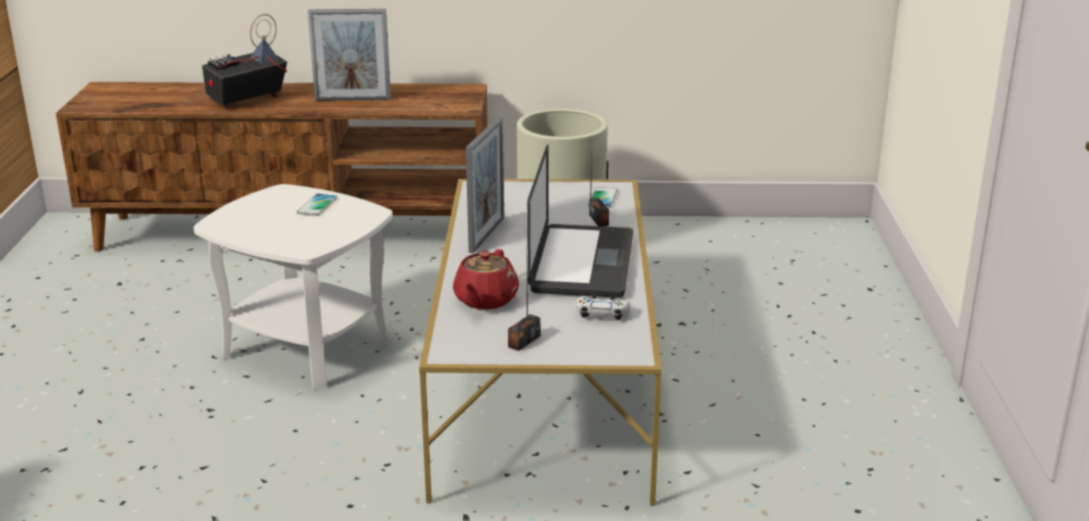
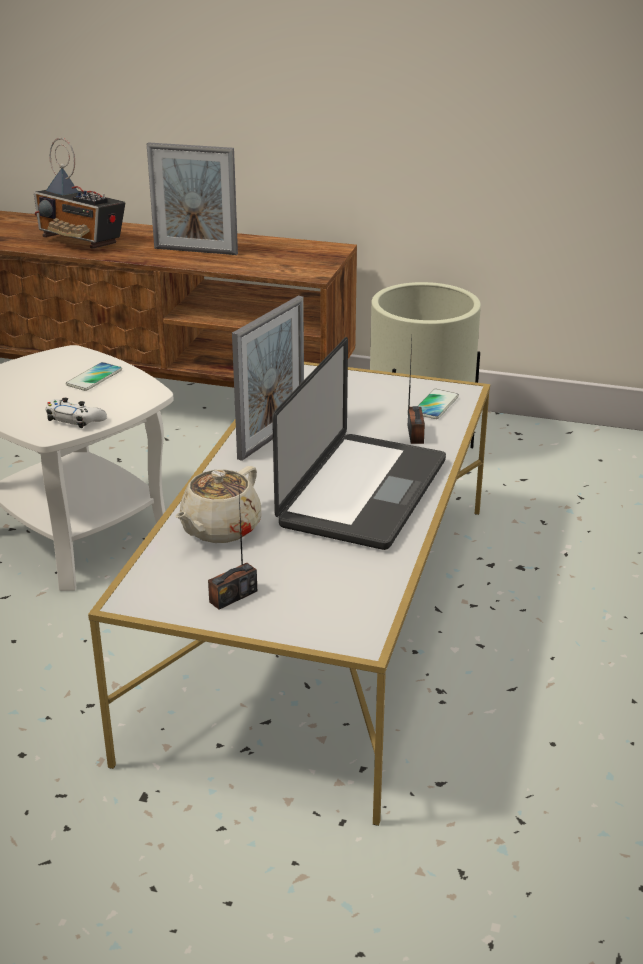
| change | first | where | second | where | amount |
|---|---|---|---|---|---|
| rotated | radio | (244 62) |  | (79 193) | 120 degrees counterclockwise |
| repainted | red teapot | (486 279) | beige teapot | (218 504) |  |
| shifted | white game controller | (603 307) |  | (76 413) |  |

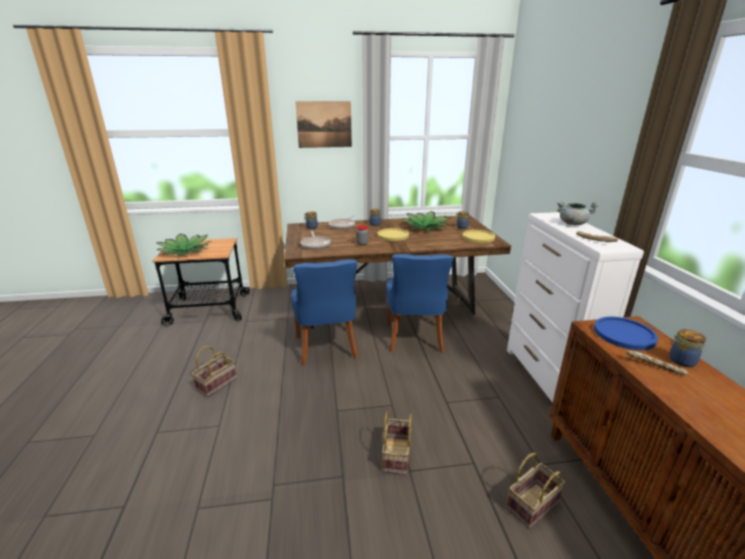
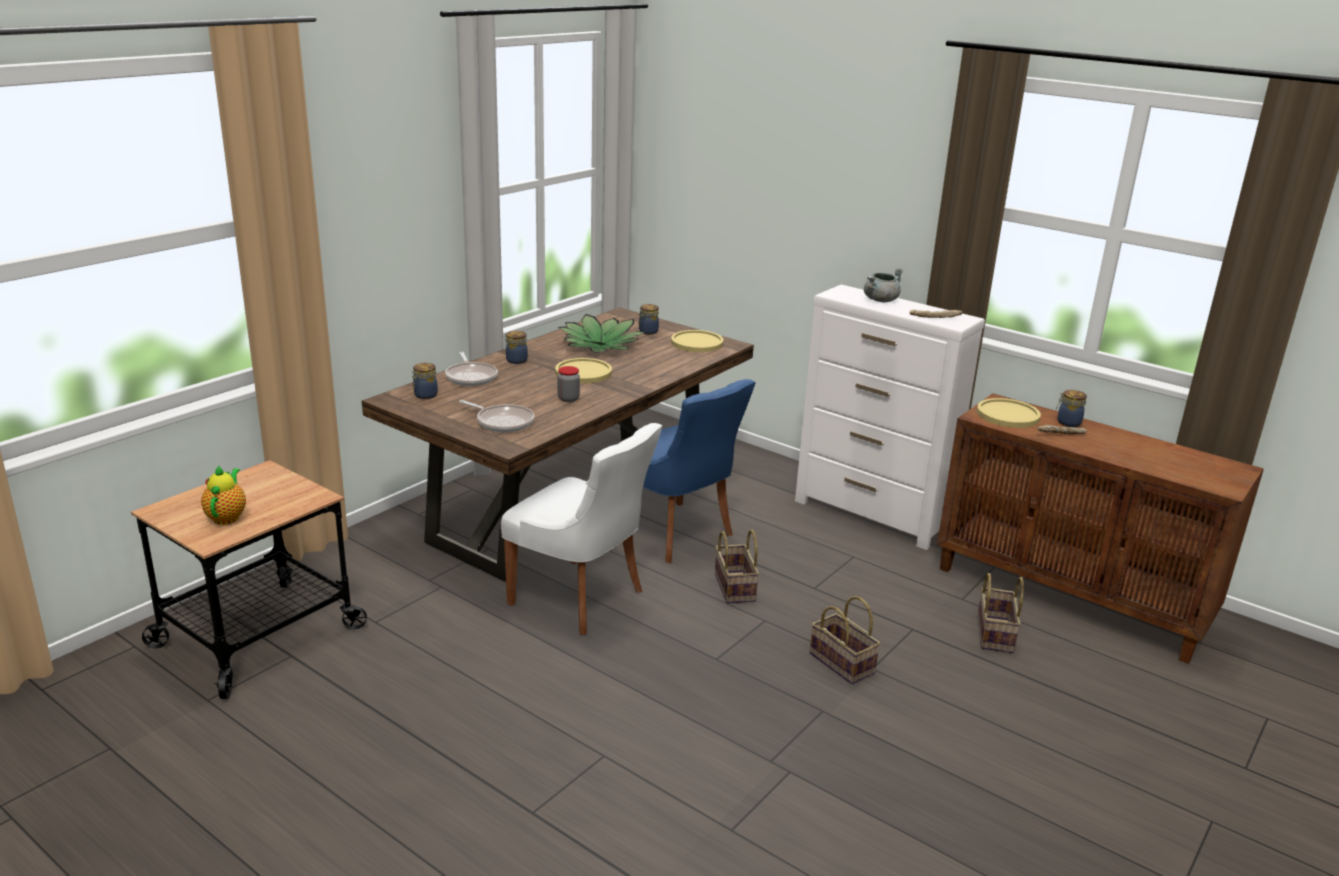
| change | first | where | second | where | amount |
|---|---|---|---|---|---|
| swapped | potted plant | (183 245) | teapot | (223 495) |  |
| shifted | basket | (214 371) |  | (737 567) |  |
| repainted | blue chair | (324 313) | white chair | (581 529) |  |
| gone | picture | (324 124) |  |  |  |
| repainted | blue plate | (626 333) | yellow plate | (1009 413) |  |

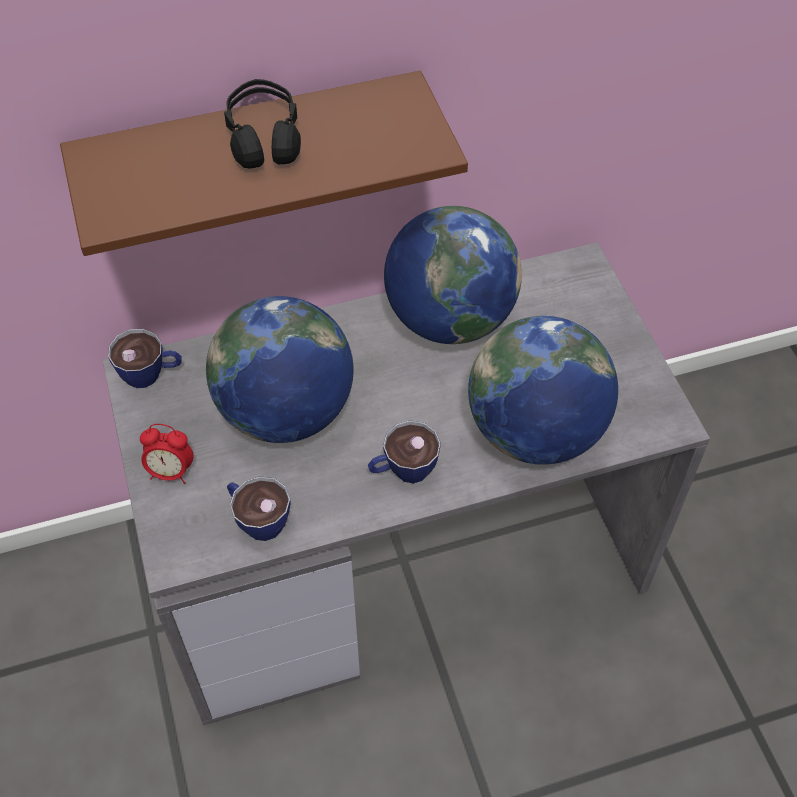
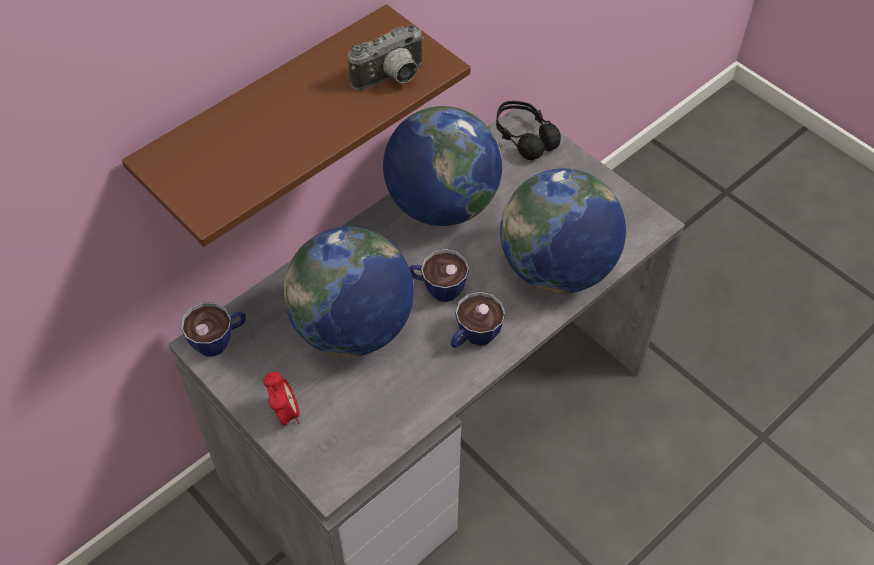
| change | first | where | second | where | amount |
|---|---|---|---|---|---|
| rotated | alarm clock | (167 454) |  | (281 398) | 90 degrees counterclockwise |
| shifted | black headphones | (262 124) |  | (528 130) |  |
| shifted | cup | (259 508) |  | (439 275) |  |
| new |  |  | photo camera | (386 57) |  |

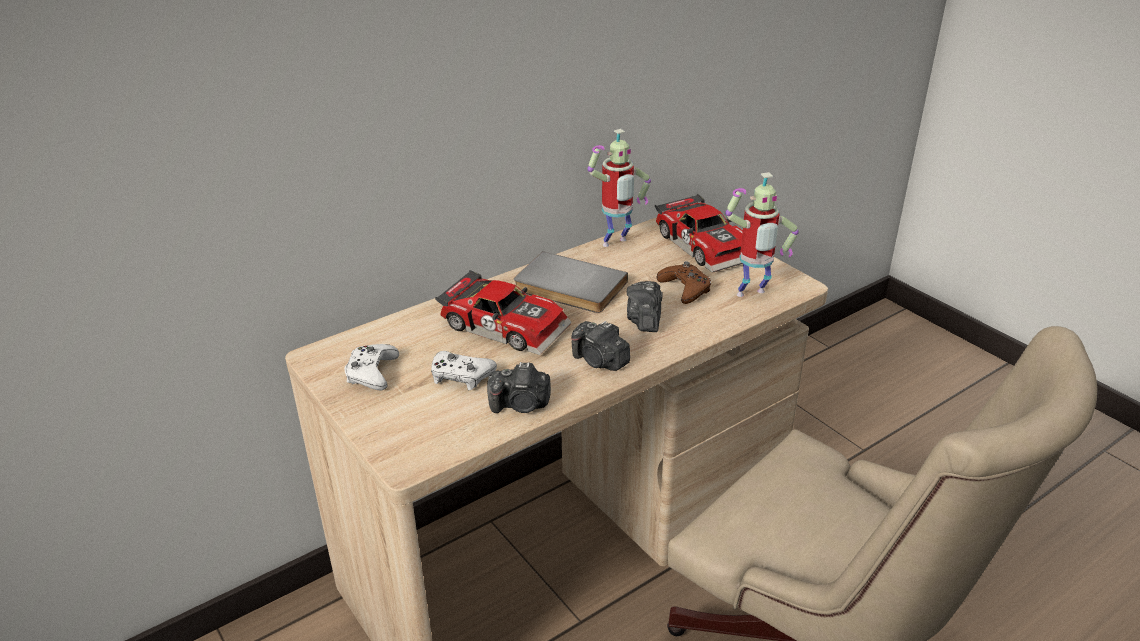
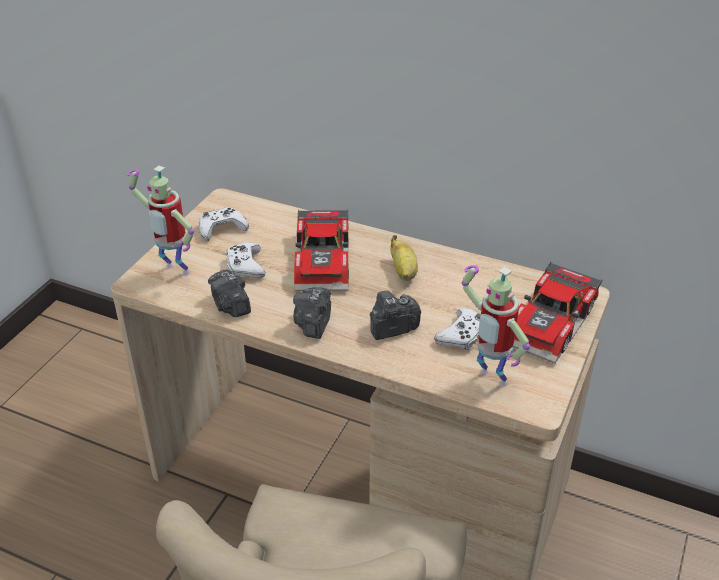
| change | first | where | second | where | amount |
|---|---|---|---|---|---|
| swapped | grey book | (571 282) | banana | (404 258) |  |
| shifted | toy robot | (619 188) |  | (160 220) |  |
| repainted | brown game controller | (684 282) | white game controller | (457 329) |  |

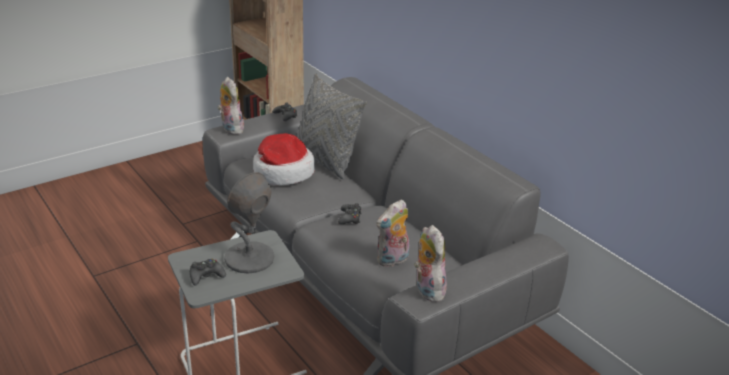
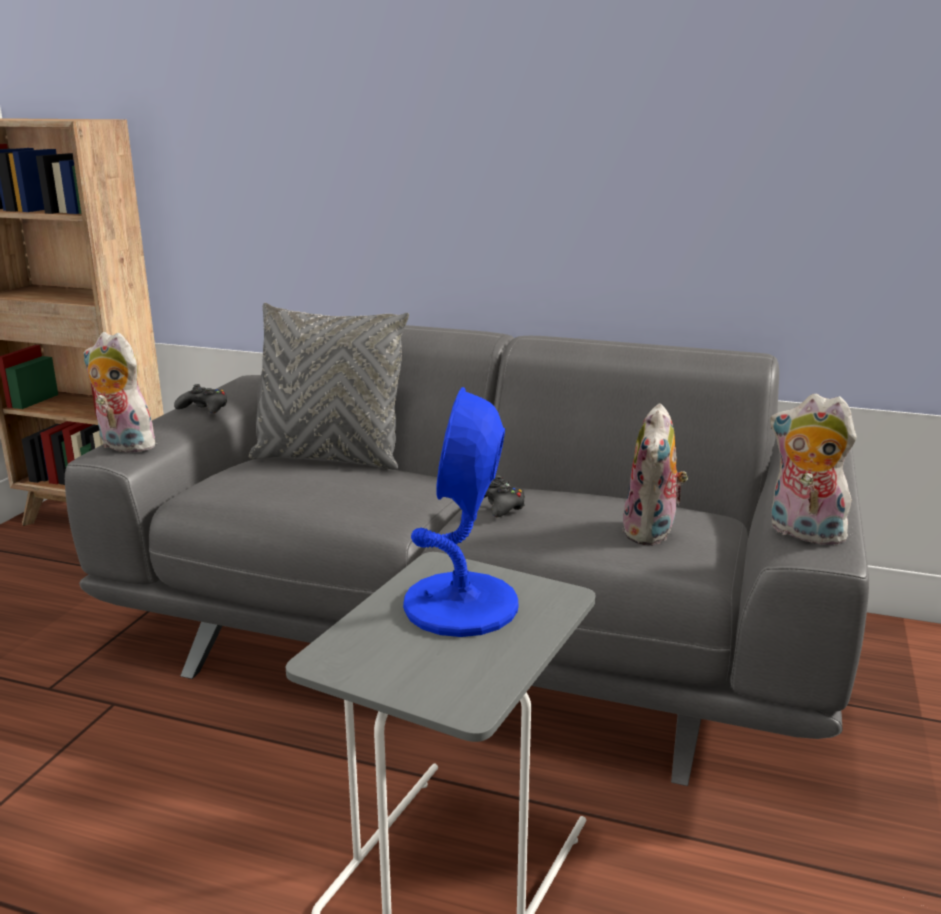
| change | first | where | second | where | amount |
|---|---|---|---|---|---|
| gone | black game controller | (208 272) |  |  |  |
| repainted | grey table lamp | (249 223) | blue table lamp | (461 512) |  |
| gone | hat | (284 159) |  |  |  |

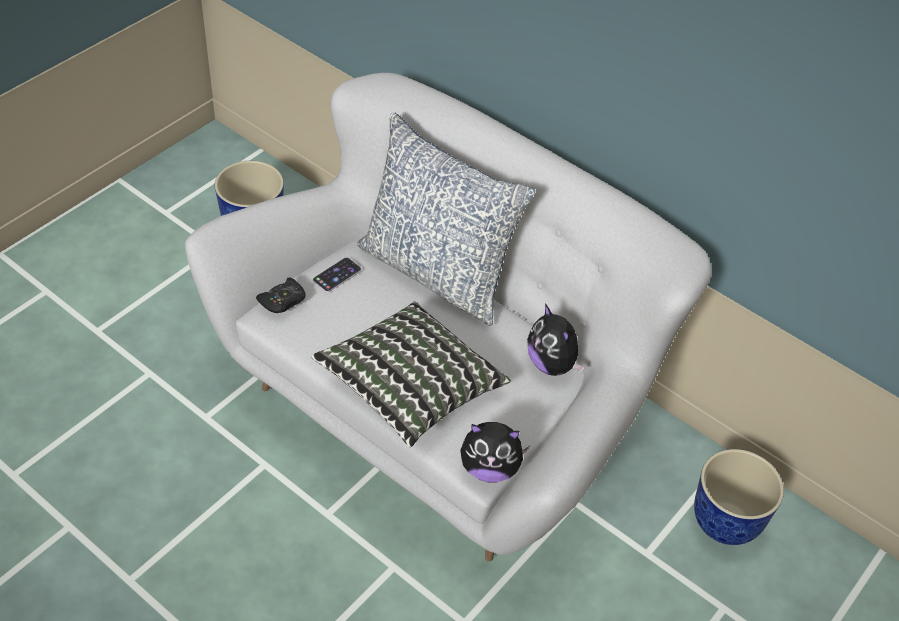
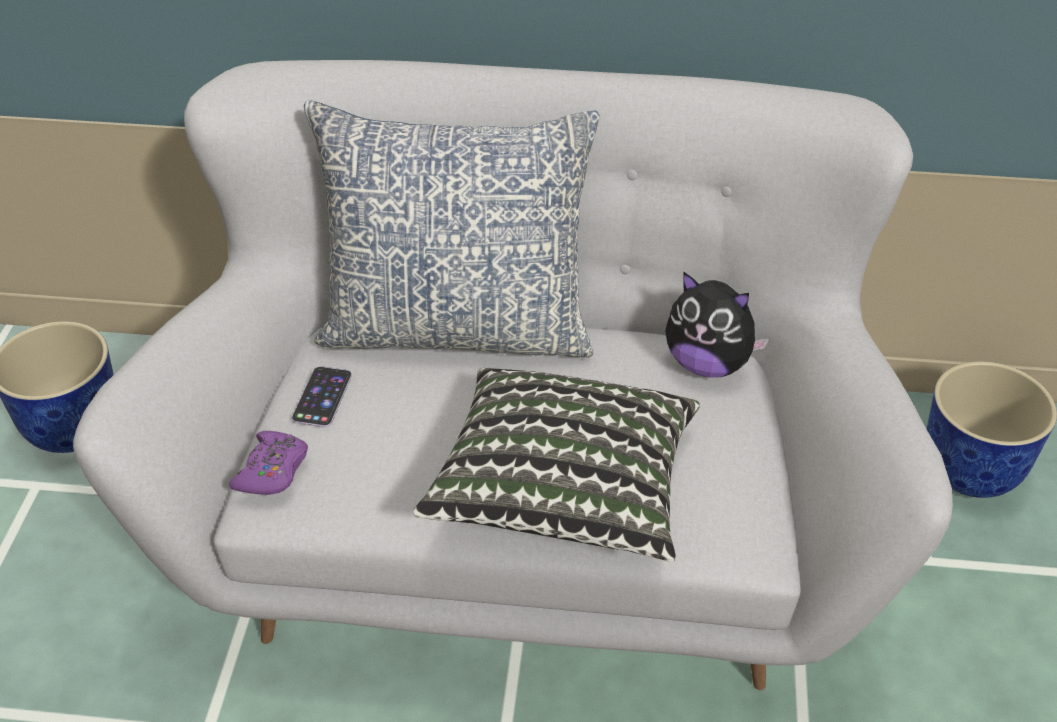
| change | first | where | second | where | amount |
|---|---|---|---|---|---|
| repainted | black game controller | (281 295) | purple game controller | (268 463) |  |
| gone | plush toy | (494 452) |  |  |  |

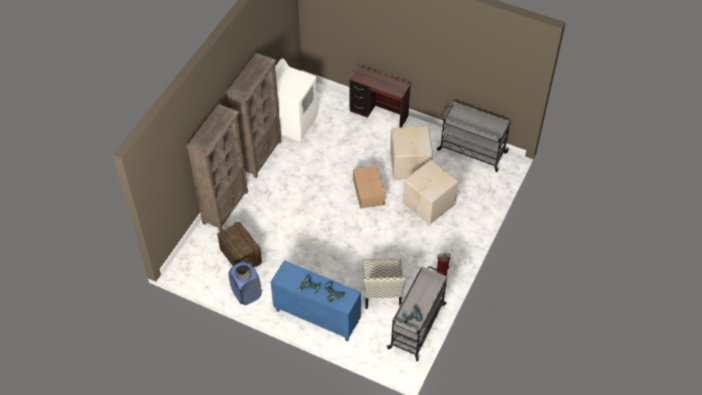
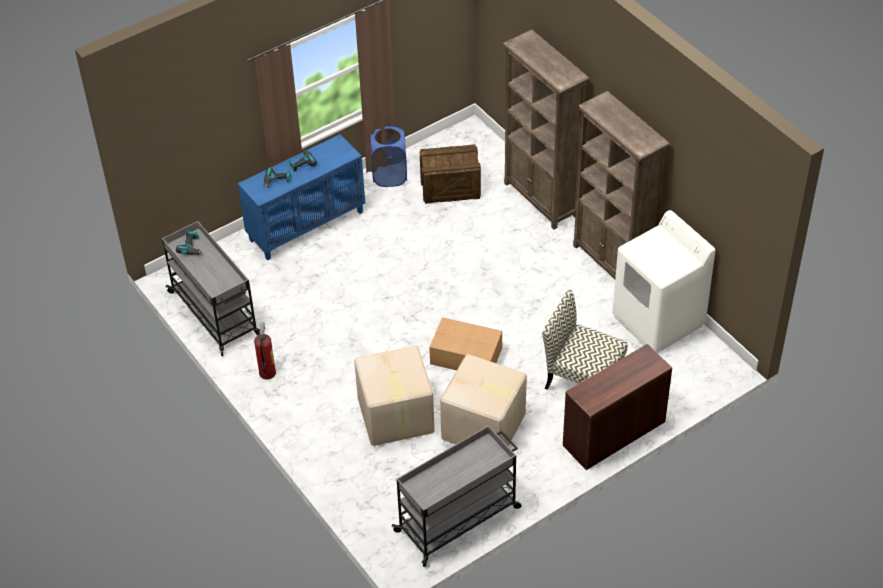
| change | first | where | second | where | amount |
|---|---|---|---|---|---|
| shifted | chair | (384 283) |  | (585 339) |  |

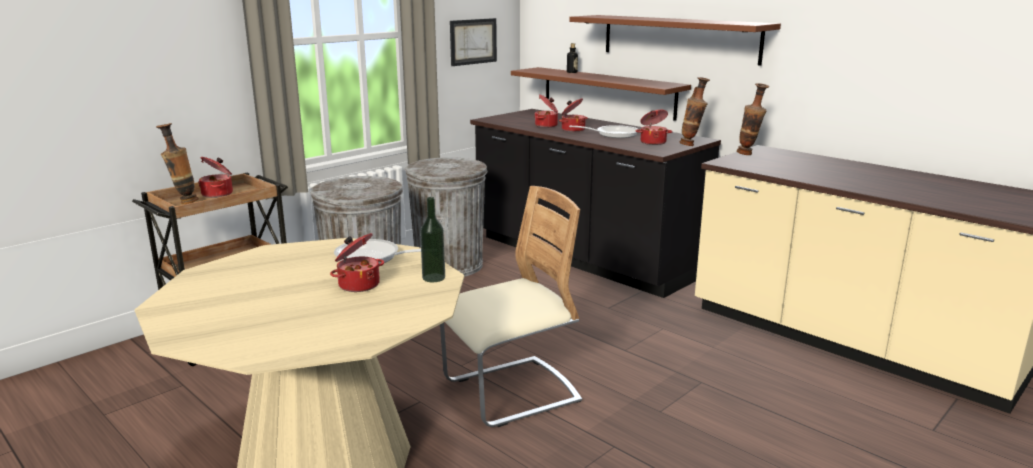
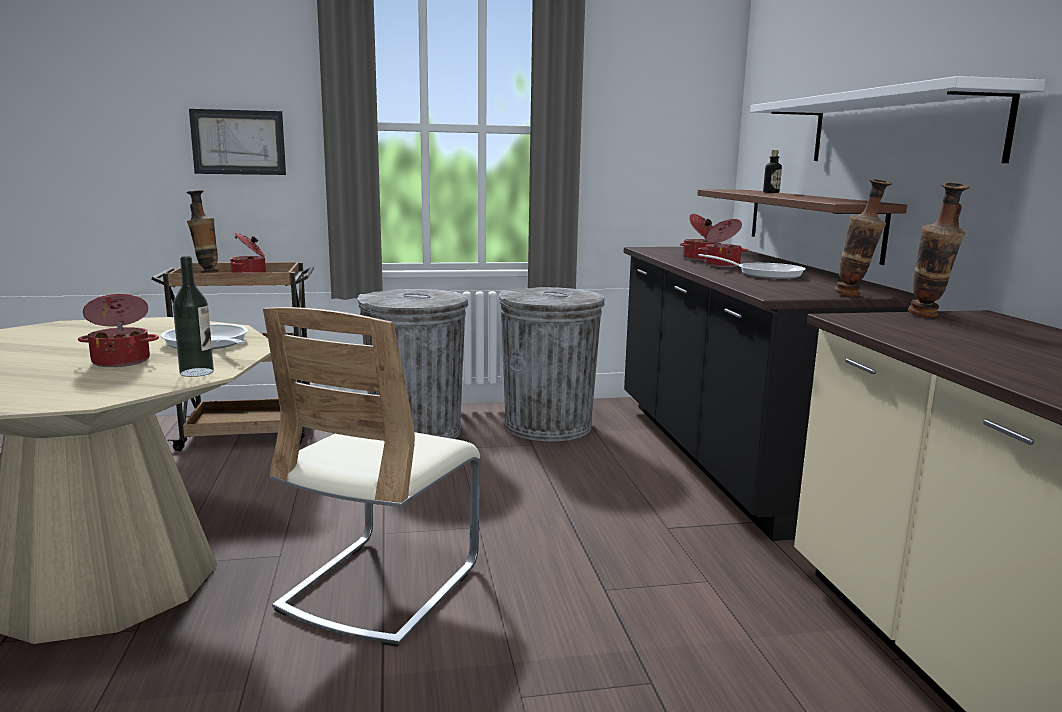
| change | first | where | second | where | amount |
|---|---|---|---|---|---|
| rotated | beige chair | (511 306) |  | (371 477) | 105 degrees clockwise |
| shifted | picture | (473 42) |  | (237 142) |  |
| repainted | brown shelf | (675 40) | white shelf | (898 119) |  |
| gone | cooking pot | (654 127) |  |  |  |

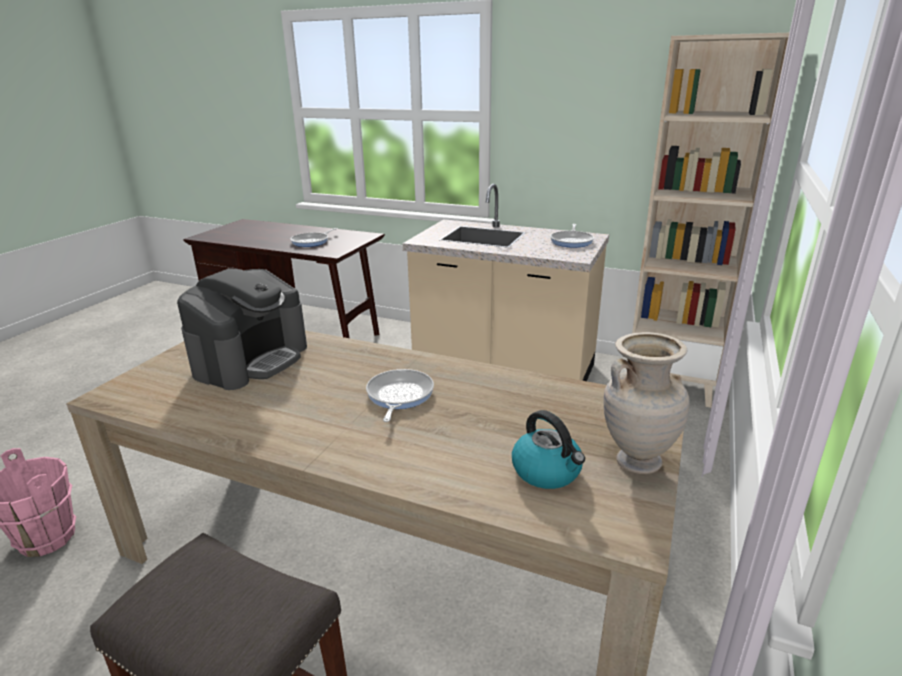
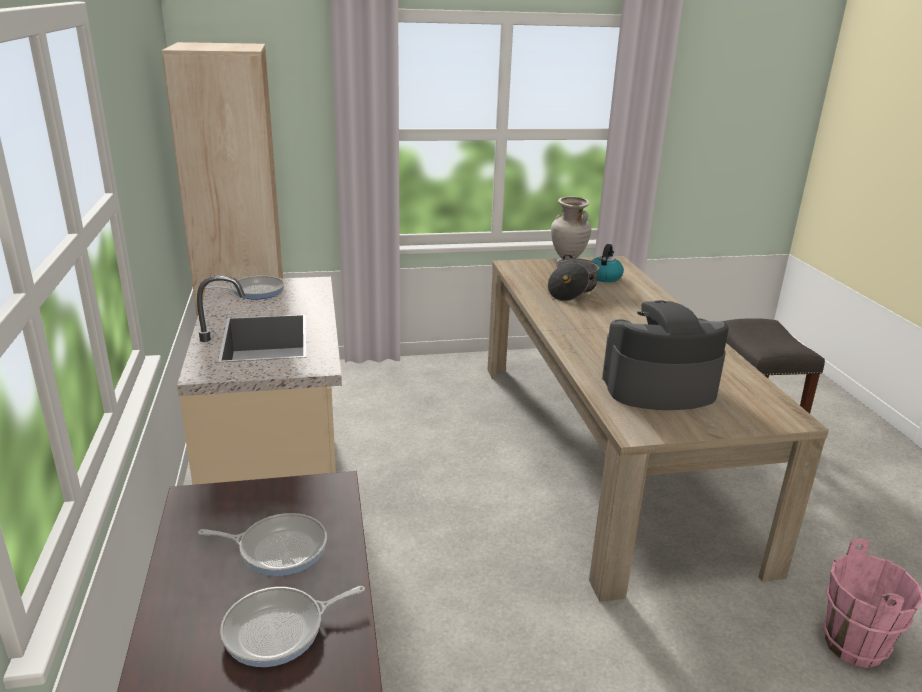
| change | first | where | second | where | amount |
|---|---|---|---|---|---|
| shifted | frying pan | (400 395) |  | (292 626) |  |
| new |  |  | cooking pot | (574 278) |  |

